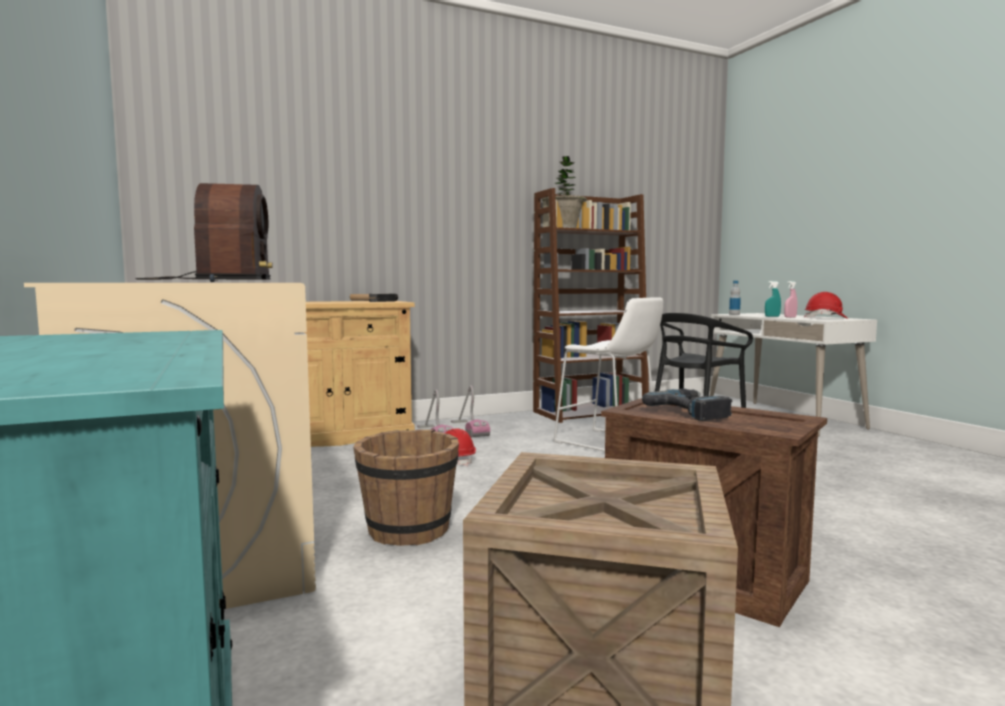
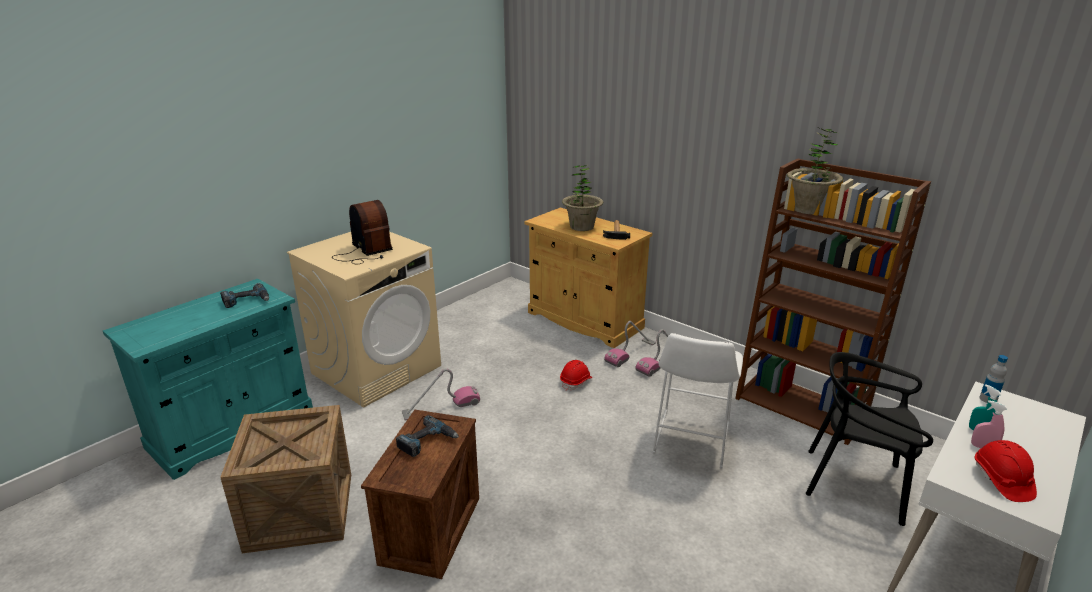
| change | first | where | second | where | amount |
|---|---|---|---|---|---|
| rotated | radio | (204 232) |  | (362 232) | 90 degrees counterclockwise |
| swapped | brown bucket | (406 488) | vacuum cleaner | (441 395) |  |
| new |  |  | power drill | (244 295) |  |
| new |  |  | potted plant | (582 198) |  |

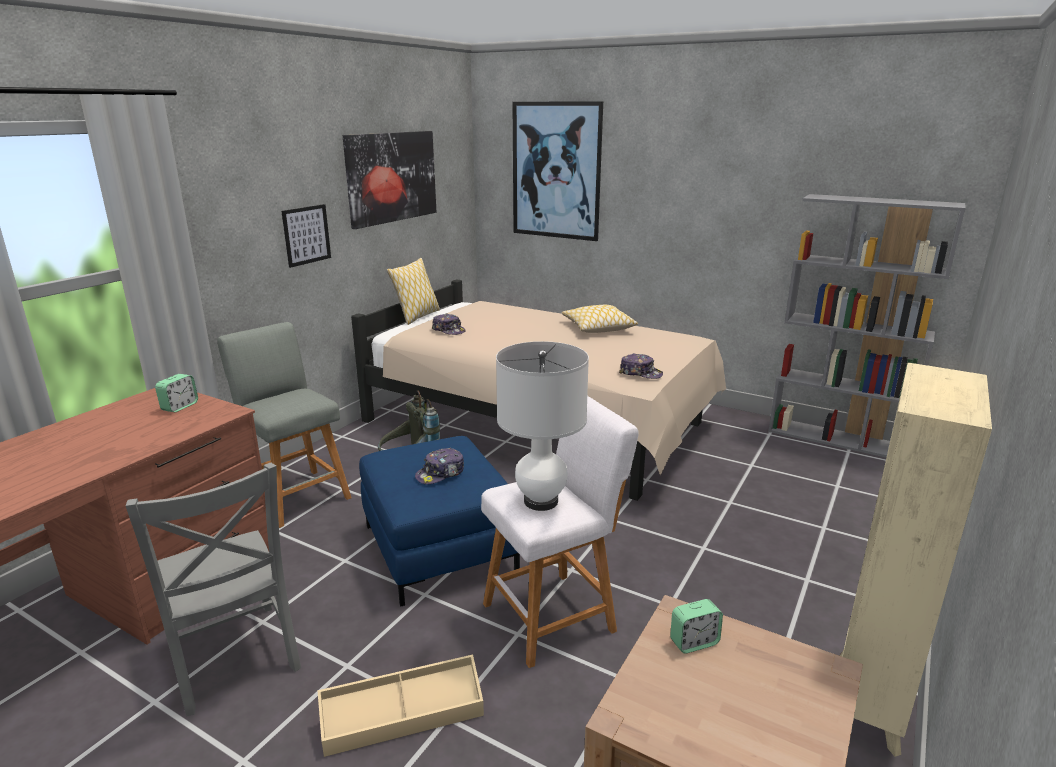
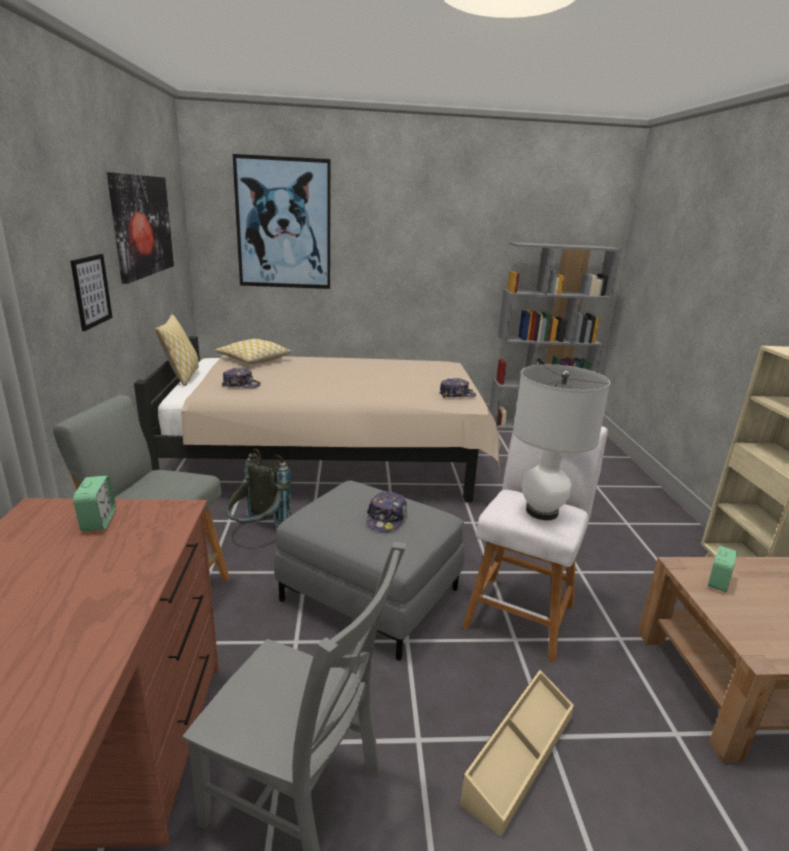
| change | first | where | second | where | amount |
|---|---|---|---|---|---|
| repainted | blue ottoman | (439 521) | grey ottoman | (369 570) |  |
| shifted | pillow | (599 319) |  | (253 351) |  |

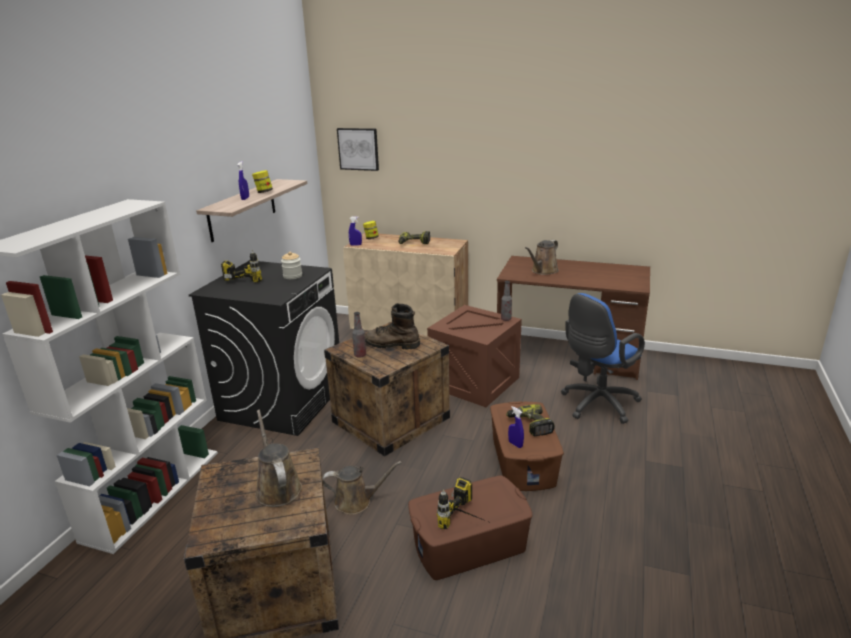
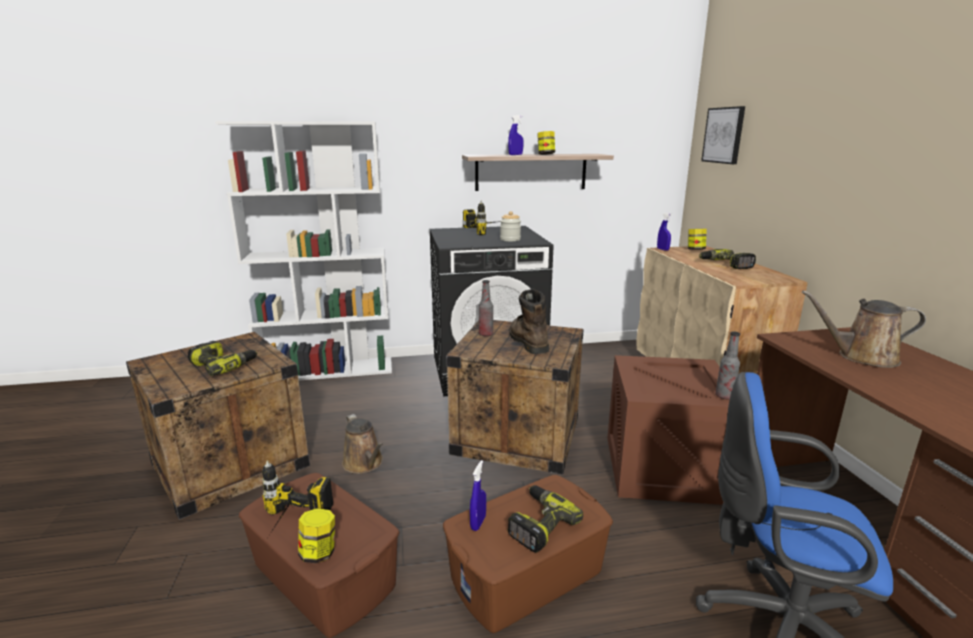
| change | first | where | second | where | amount |
|---|---|---|---|---|---|
| swapped | brown watering can | (278 458) | power drill | (222 358) |  |
| new |  |  | jar | (316 536) |  |

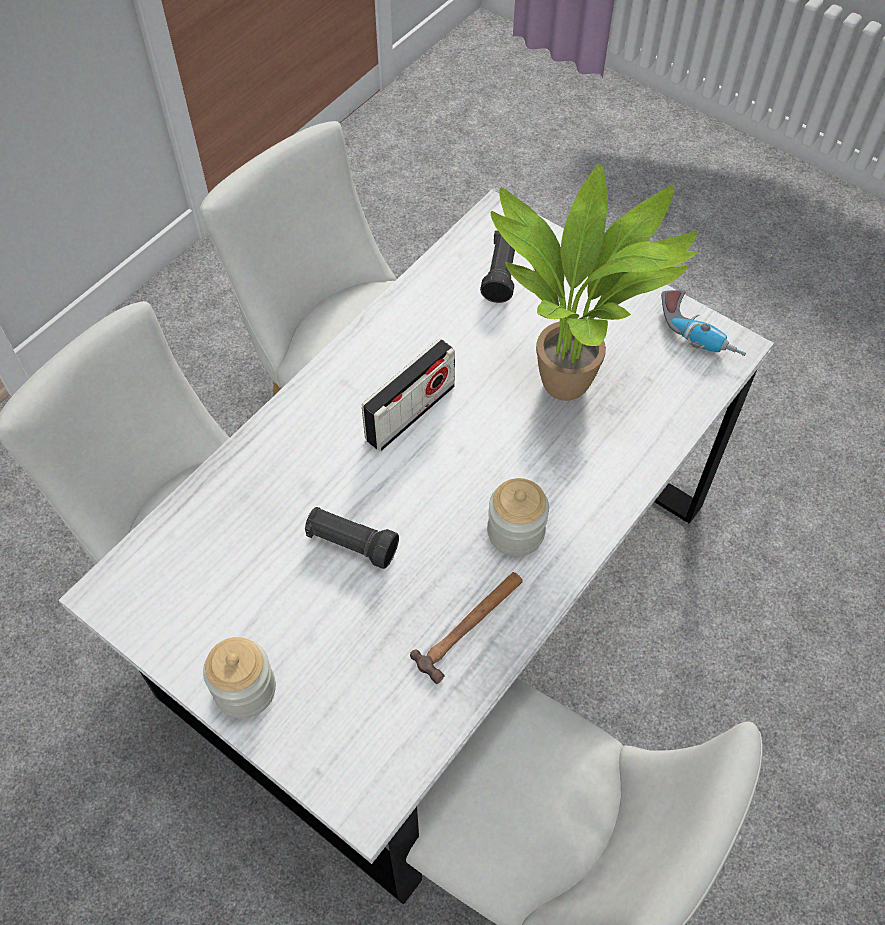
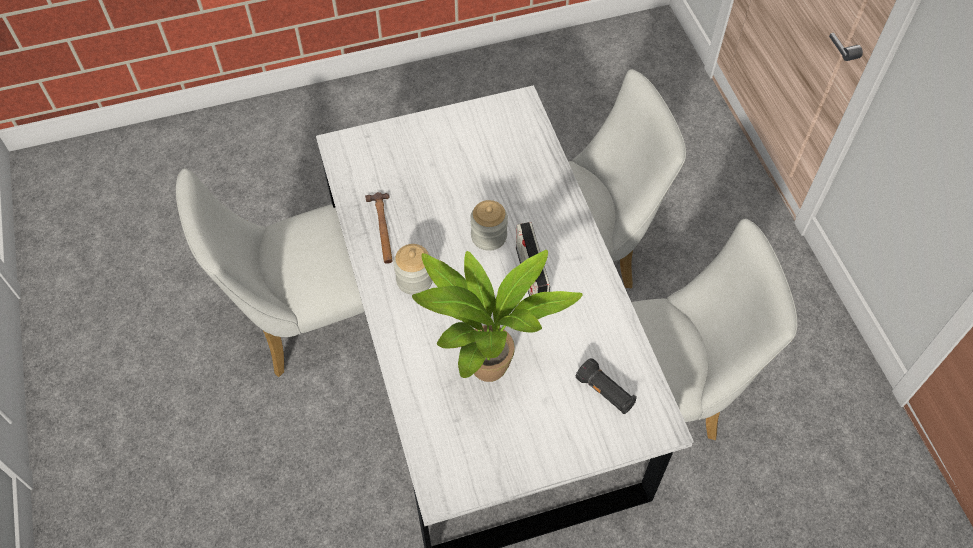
| change | first | where | second | where | amount |
|---|---|---|---|---|---|
| shifted | jar | (239 678) |  | (489 225) |  |
| gone | black flashlight | (352 538) |  |  |  |
| gone | power drill | (703 323) |  |  |  |

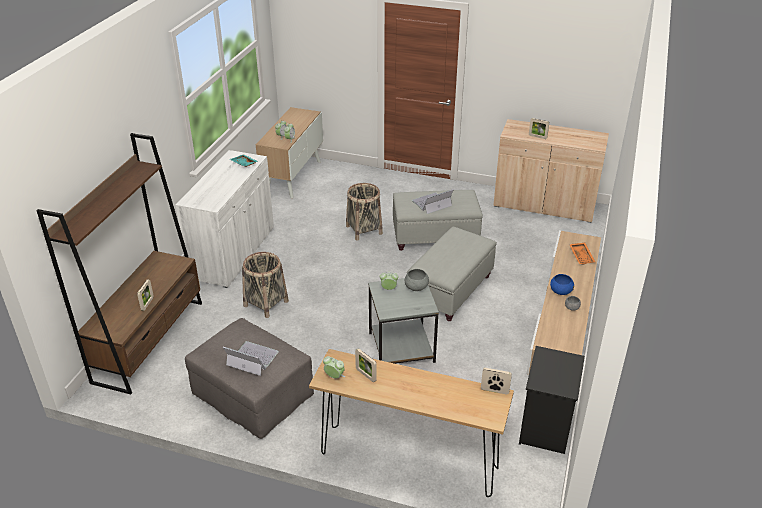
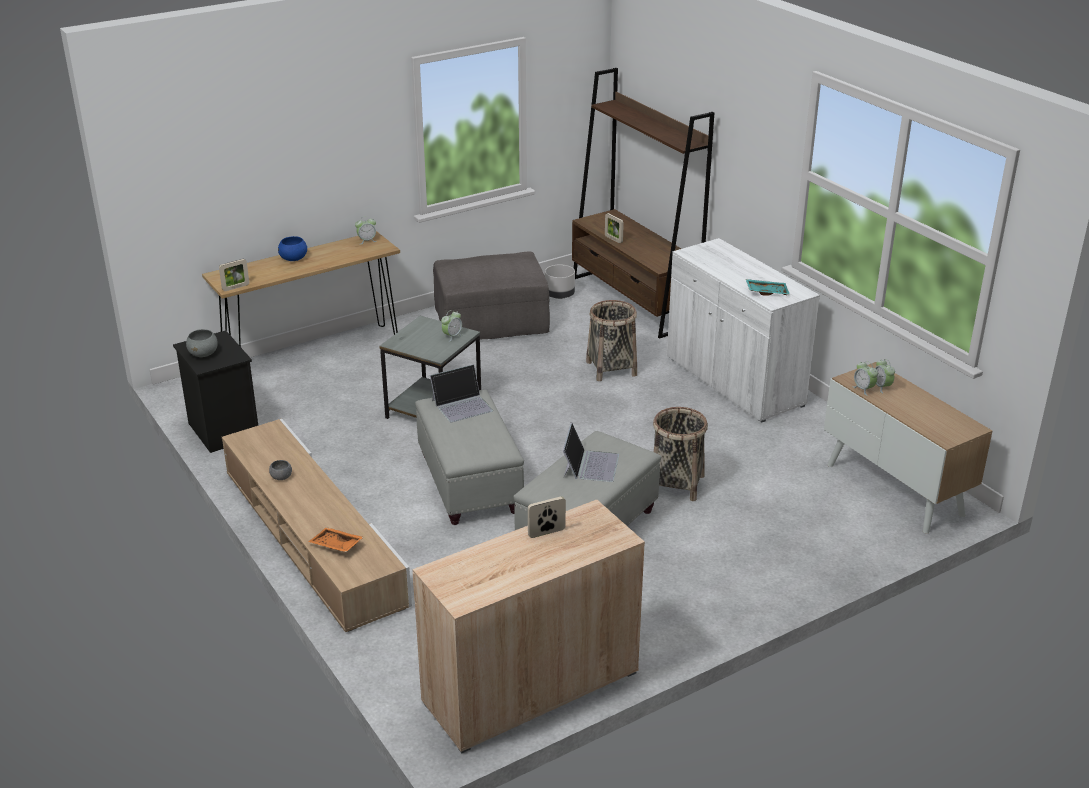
| change | first | where | second | where | amount |
|---|---|---|---|---|---|
| shifted | laptop | (251 358) |  | (461 393) |  |
| gone | picture frame | (366 365) |  |  |  |
| shifted | grey bowl | (417 280) |  | (202 343) |  |
| shifted | blue bowl | (562 284) |  | (292 248) |  |
| new |  |  | grey planter | (560 282) |  |

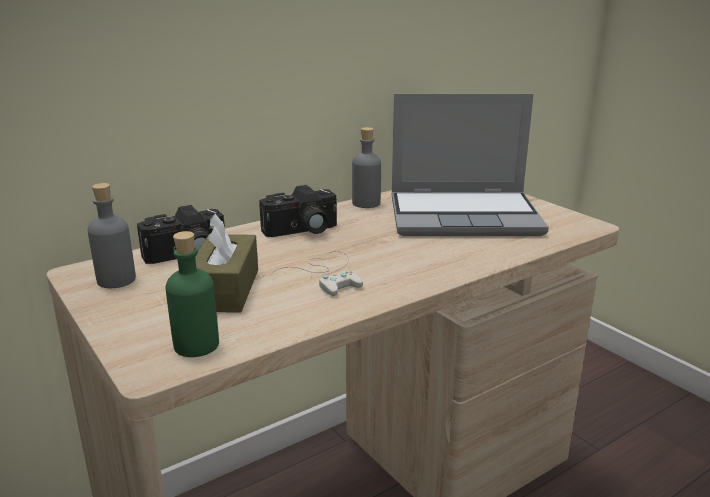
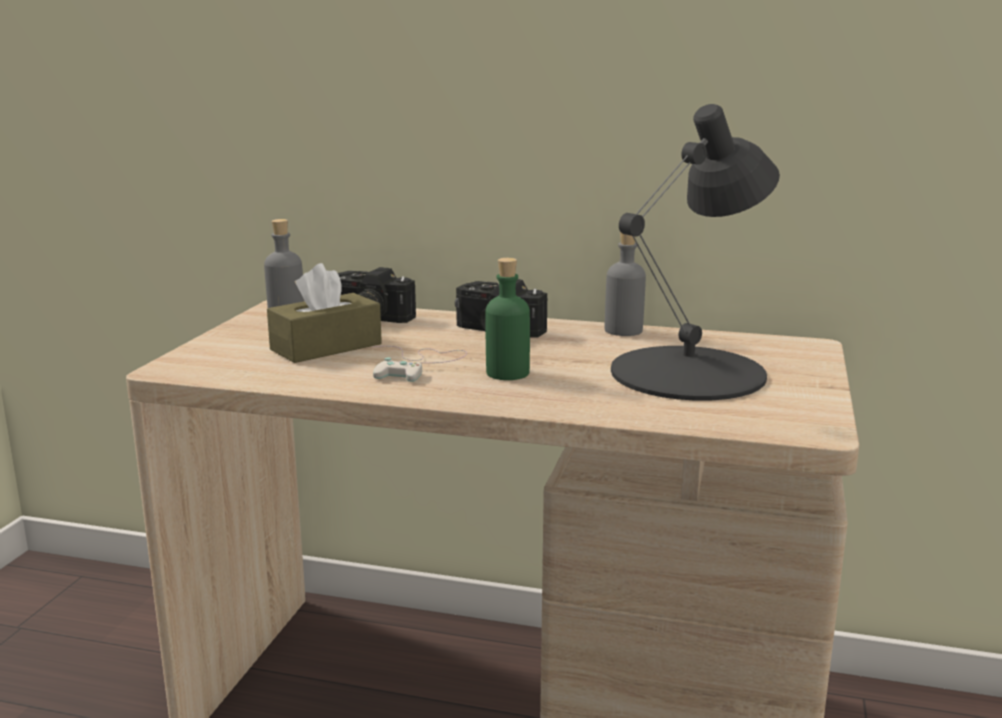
| change | first | where | second | where | amount |
|---|---|---|---|---|---|
| shifted | green bottle | (192 294) |  | (507 319) |  |
| swapped | laptop | (470 165) | black table lamp | (695 252) |  |

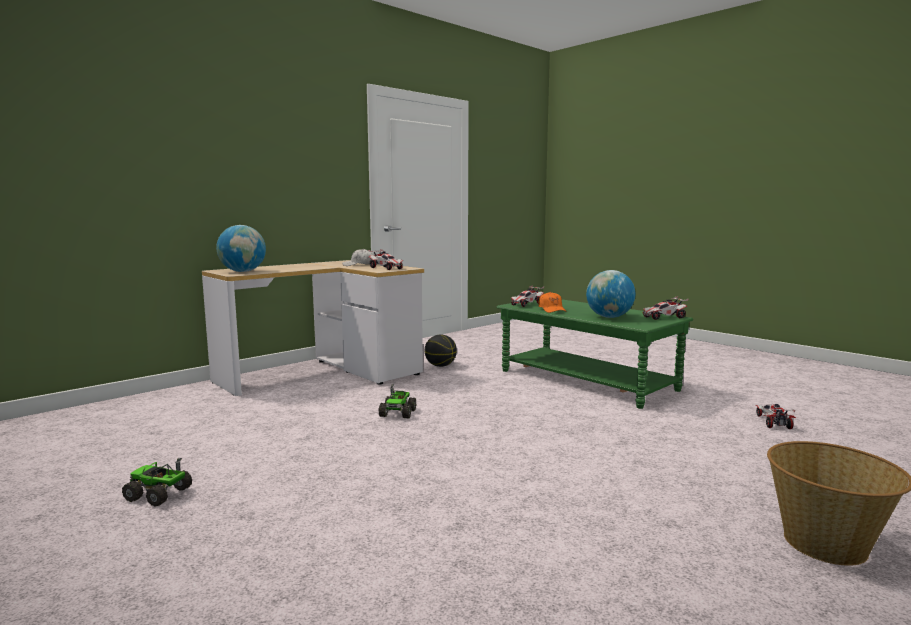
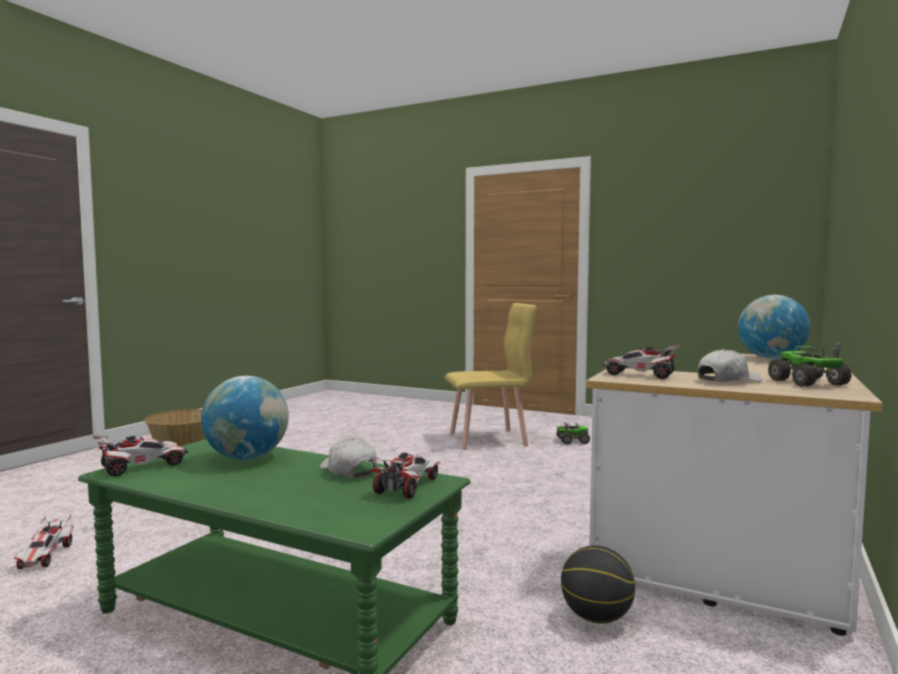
| change | first | where | second | where | amount |
|---|---|---|---|---|---|
| shifted | toy truck | (397 401) |  | (810 365) |  |
| repainted | orange cap | (552 302) | white cap | (348 458) |  |
| new |  |  | yellow chair | (490 376) |  |

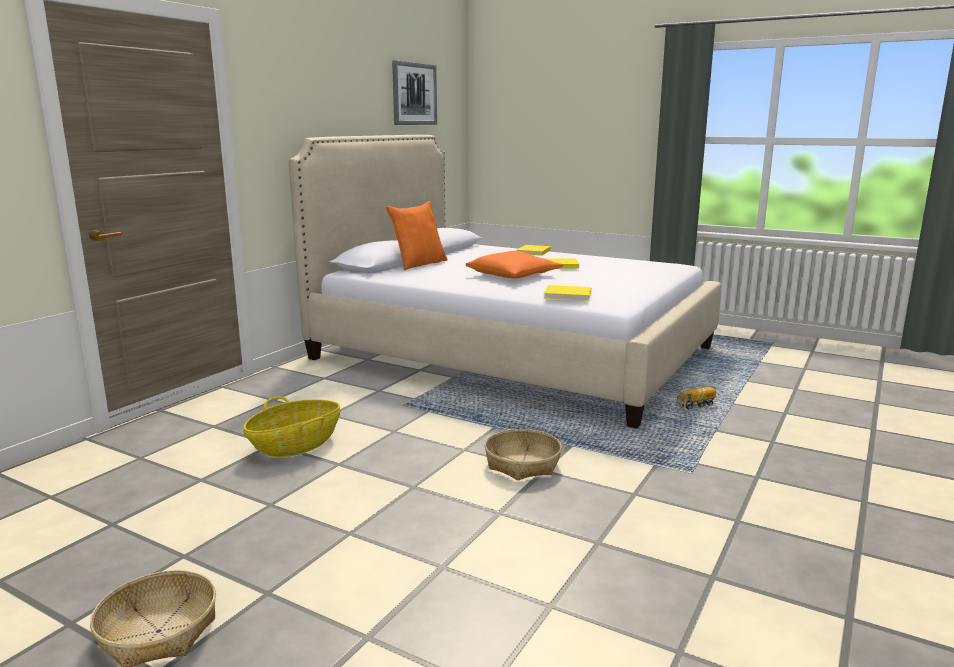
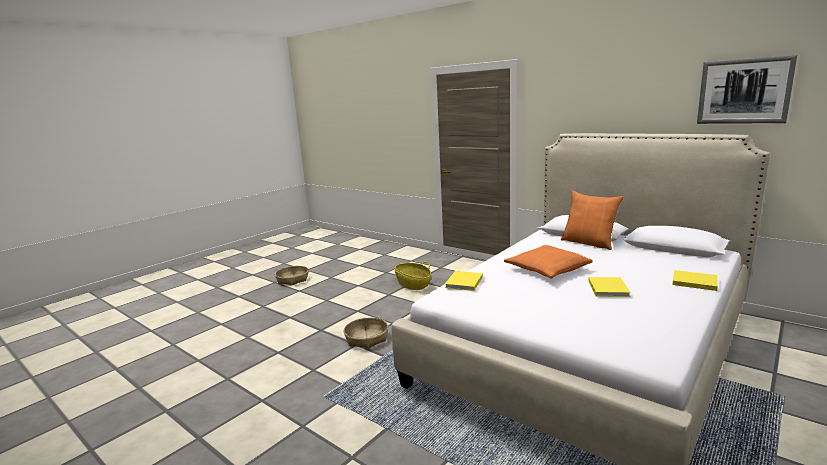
| change | first | where | second | where | amount |
|---|---|---|---|---|---|
| gone | toy truck | (695 398) |  |  |  |

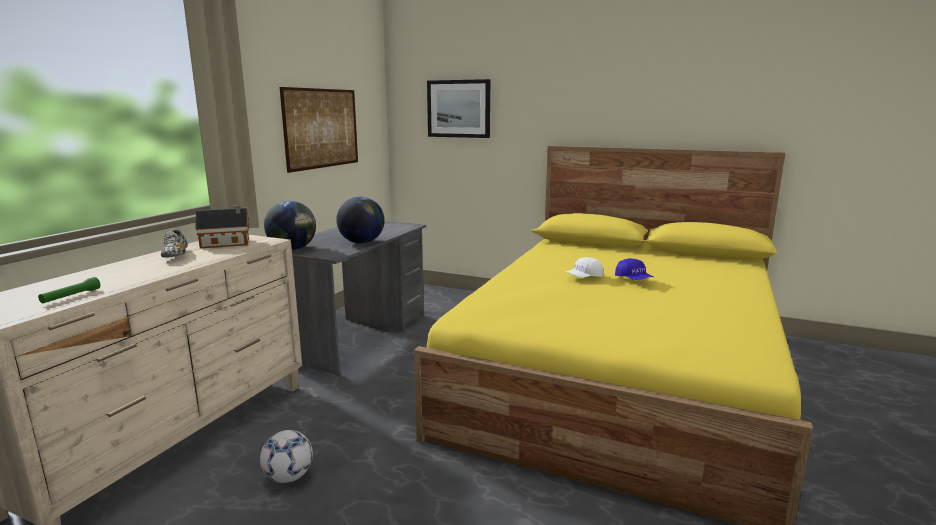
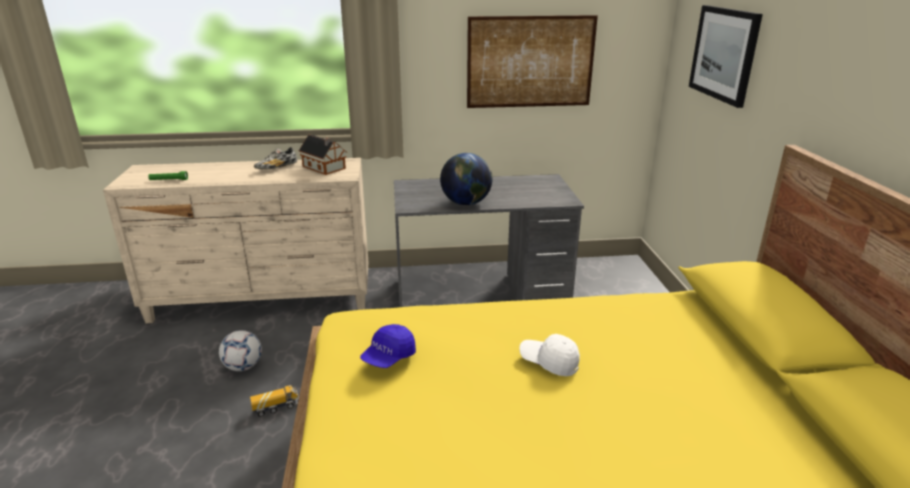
| change | first | where | second | where | amount |
|---|---|---|---|---|---|
| gone | globe | (290 225) |  |  |  |
| shifted | blue cap | (634 269) |  | (388 346) |  |
| new |  |  | toy truck | (274 401) |  |

